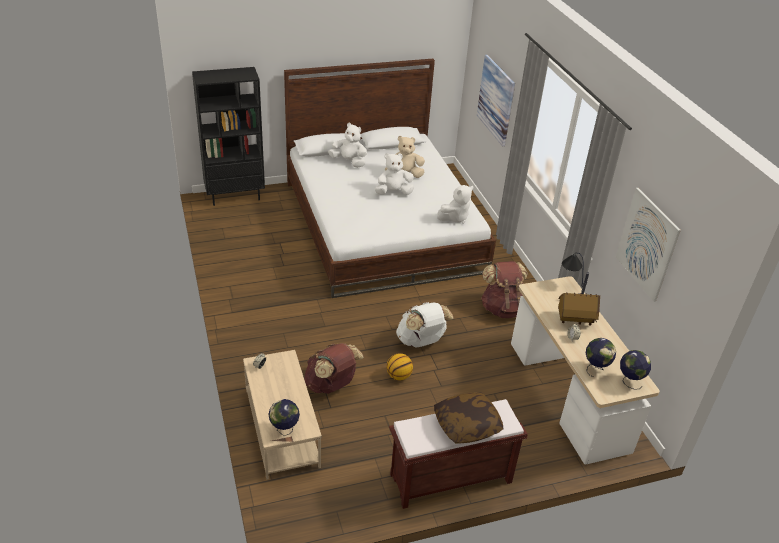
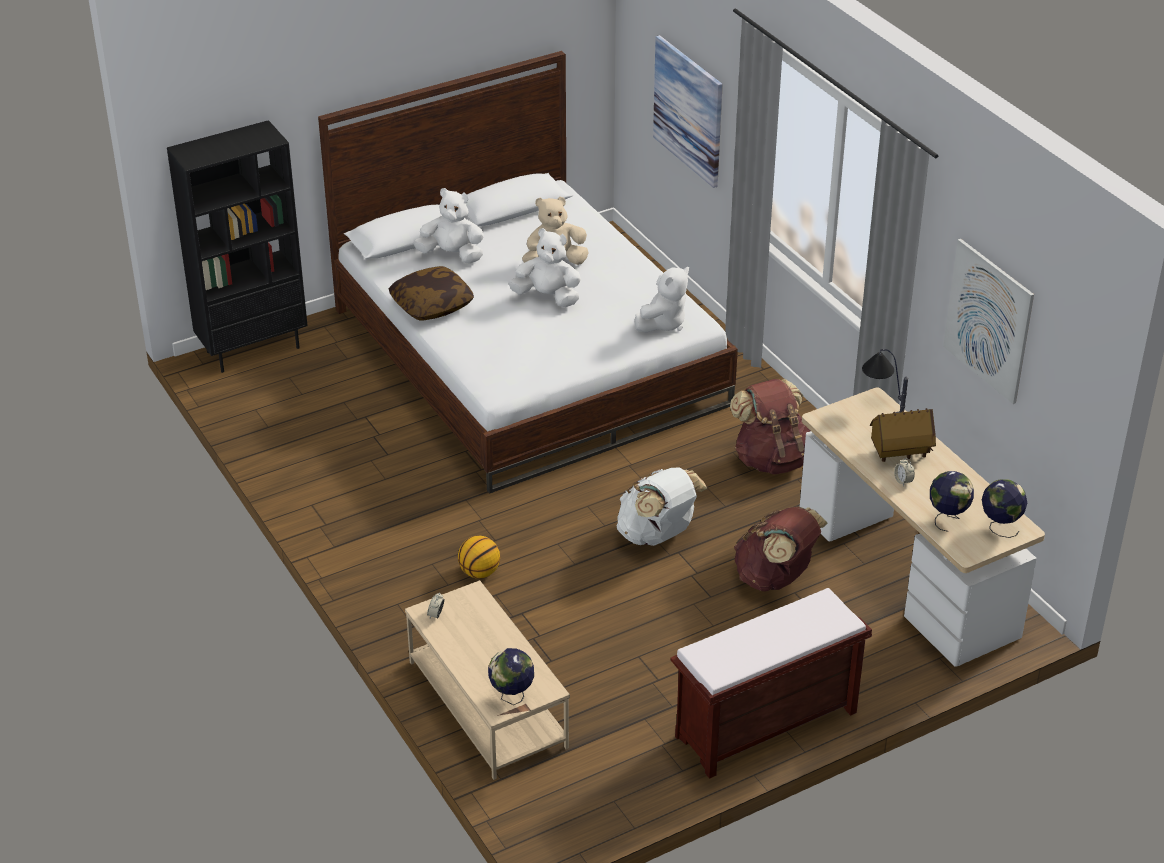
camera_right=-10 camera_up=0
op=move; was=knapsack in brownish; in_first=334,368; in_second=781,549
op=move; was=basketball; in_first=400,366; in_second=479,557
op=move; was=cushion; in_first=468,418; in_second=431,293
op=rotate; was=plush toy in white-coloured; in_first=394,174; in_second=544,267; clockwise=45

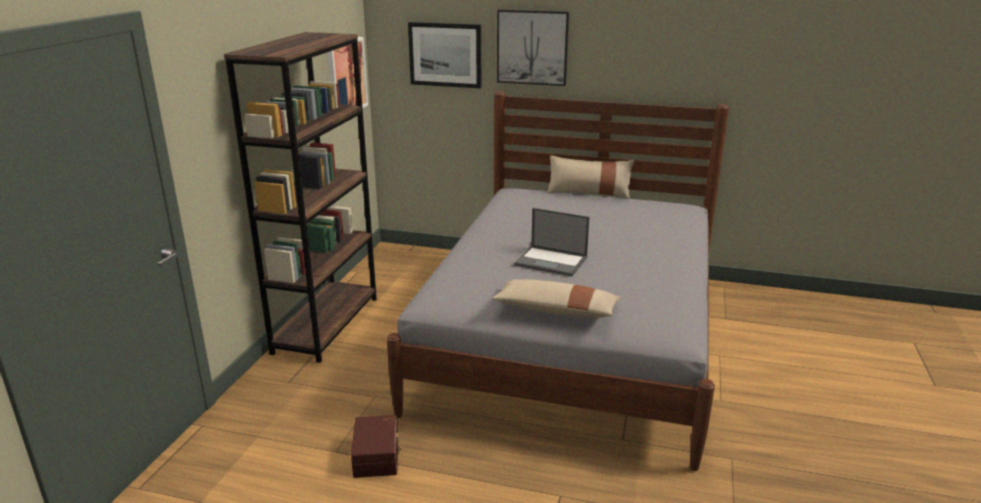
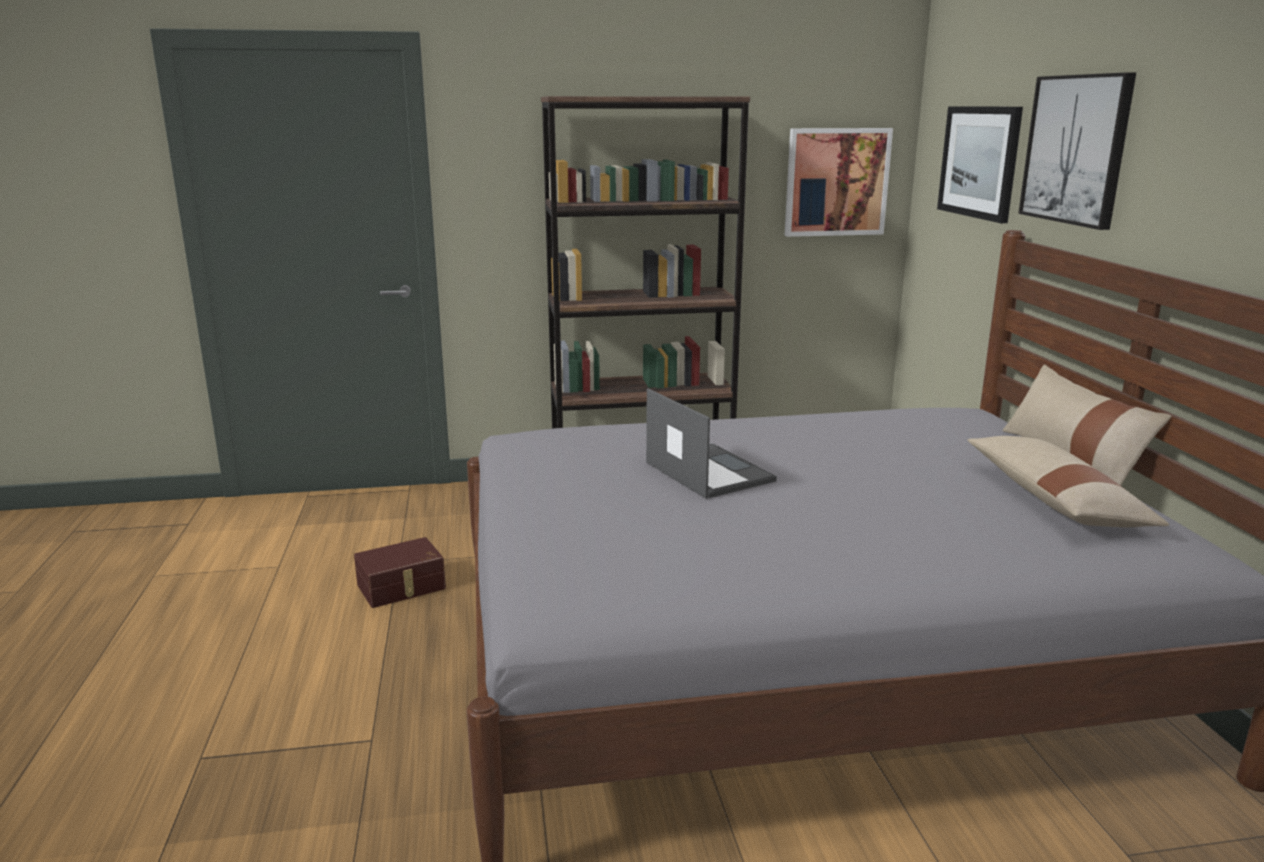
camera_right=65 camera_up=-5
op=move; was=cushion in sand-coloured; in_first=556,298; in_second=1068,481
op=rotate; was=laptop; in_first=552,242; in_second=711,443; clockwise=150

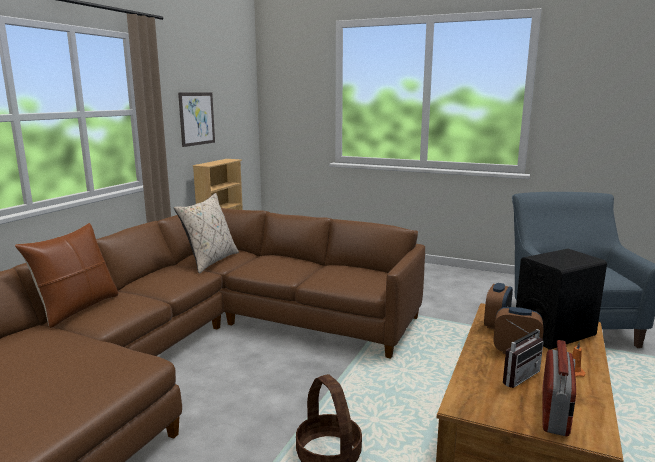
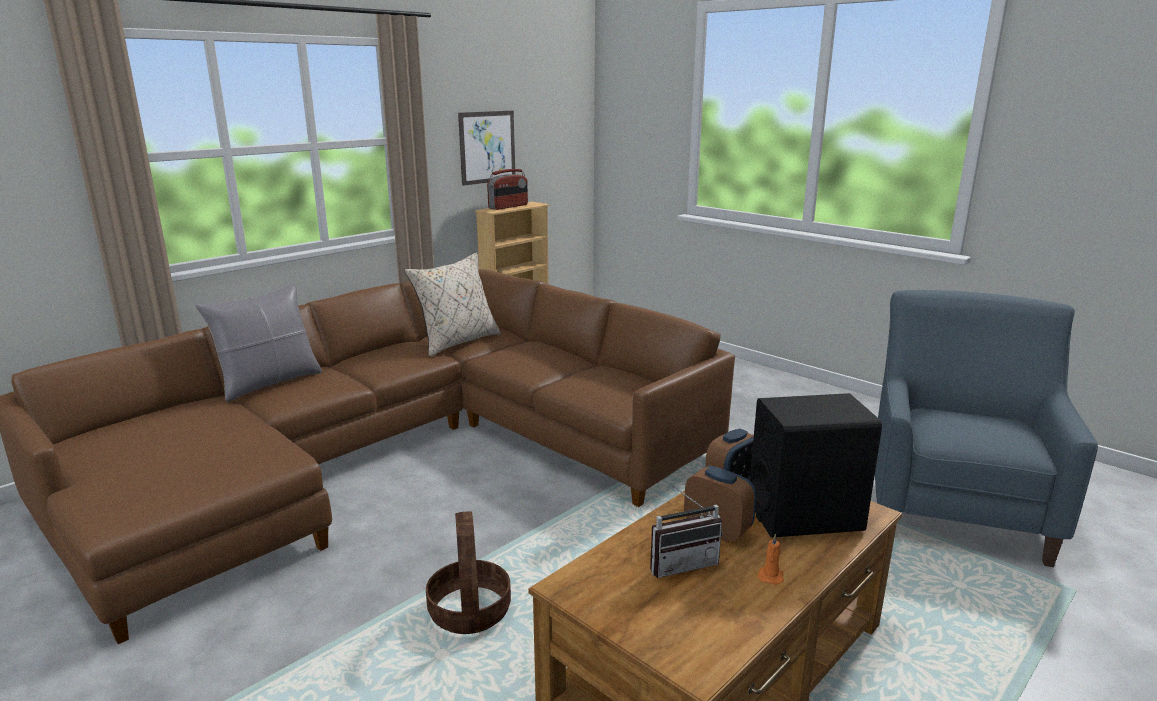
camera_right=20 camera_up=5
op=move; was=radio; in_first=559,388; in_second=507,189
op=recolor; was=cushion in brownish; now=cushion in greyish; in_first=66,275; in_second=258,342

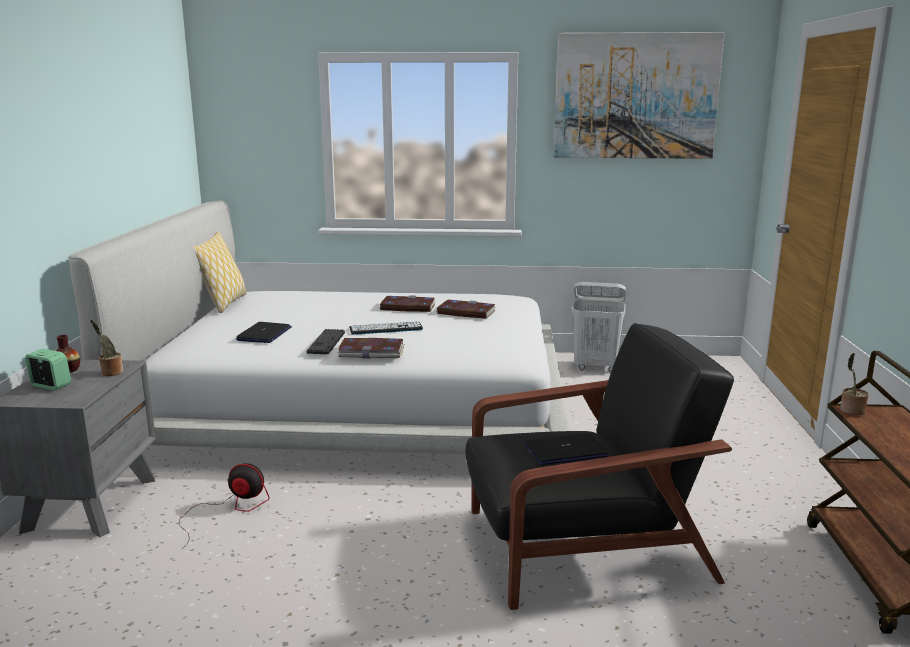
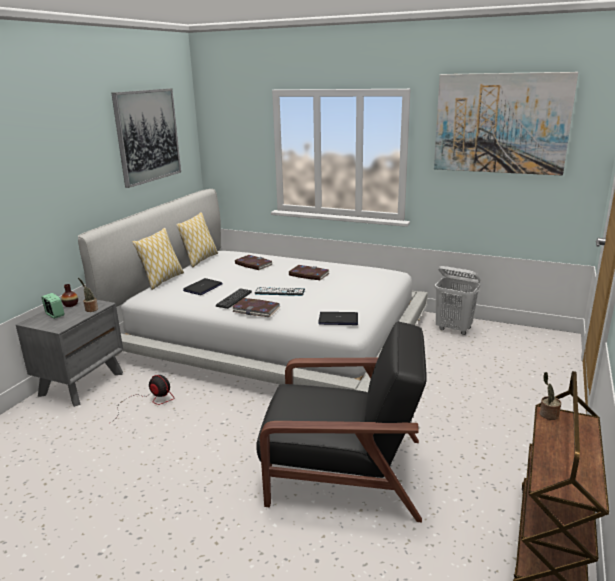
camera_right=20 camera_up=5
op=insert; now=wall art; in_second=146,138
op=insert; now=cushion; in_second=158,259
op=move; was=volume; in_first=466,309; in_second=254,262
op=move; was=laptop; in_first=566,449; in_second=338,318

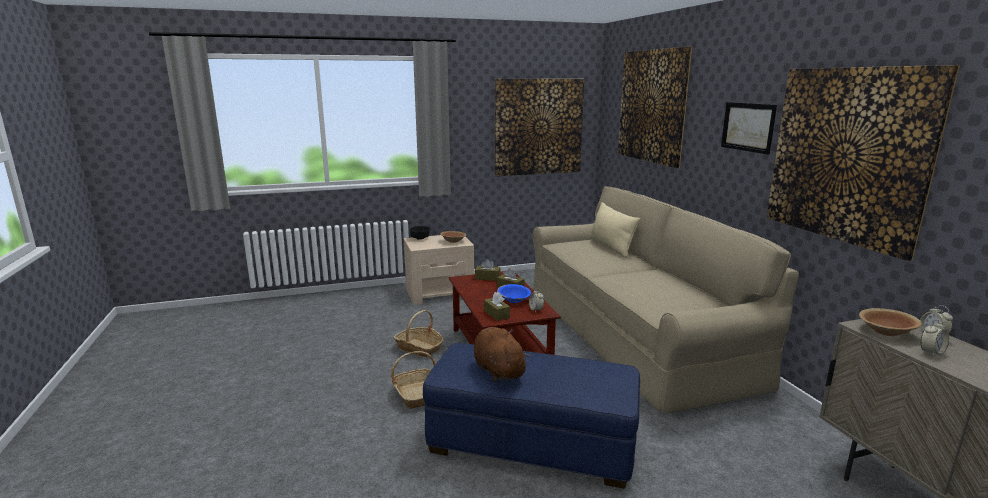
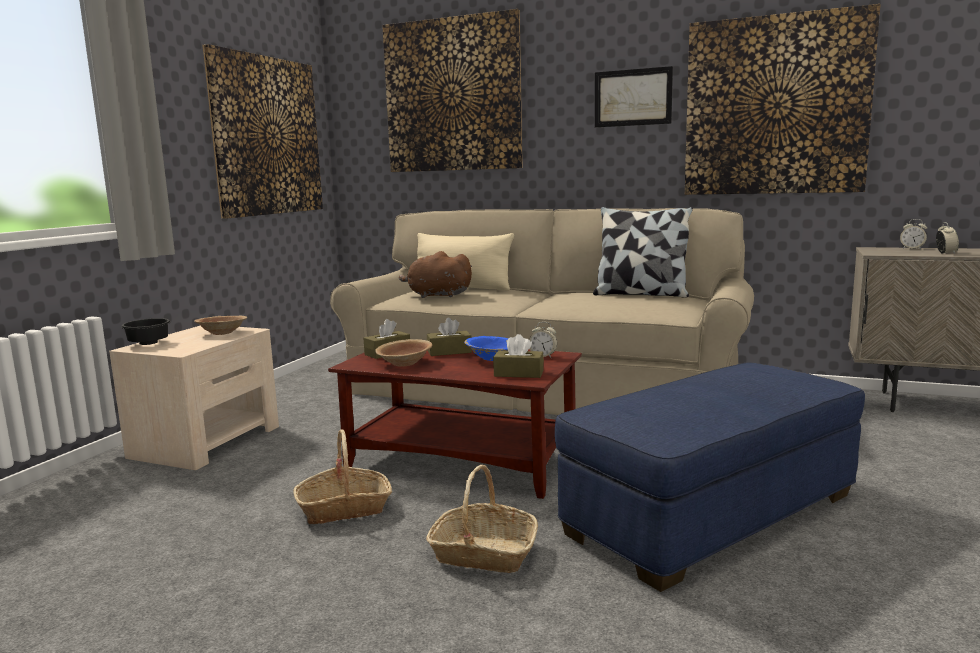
camera_right=-50 camera_up=-5
op=insert; now=cushion; in_second=643,252
op=move; was=plush toy in brownish; in_first=502,354; in_second=435,274
op=move; was=serving bowl in brownish; in_first=890,322; in_second=403,352

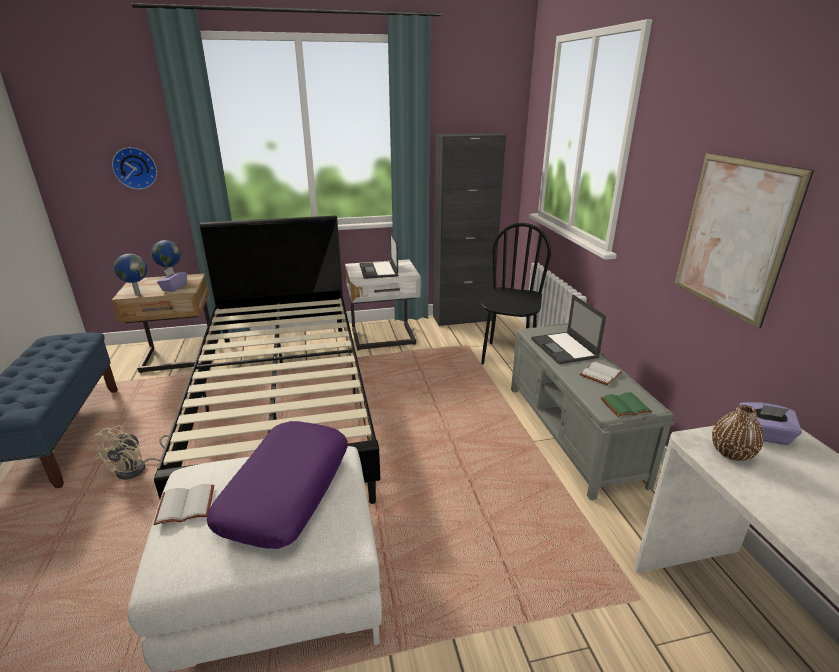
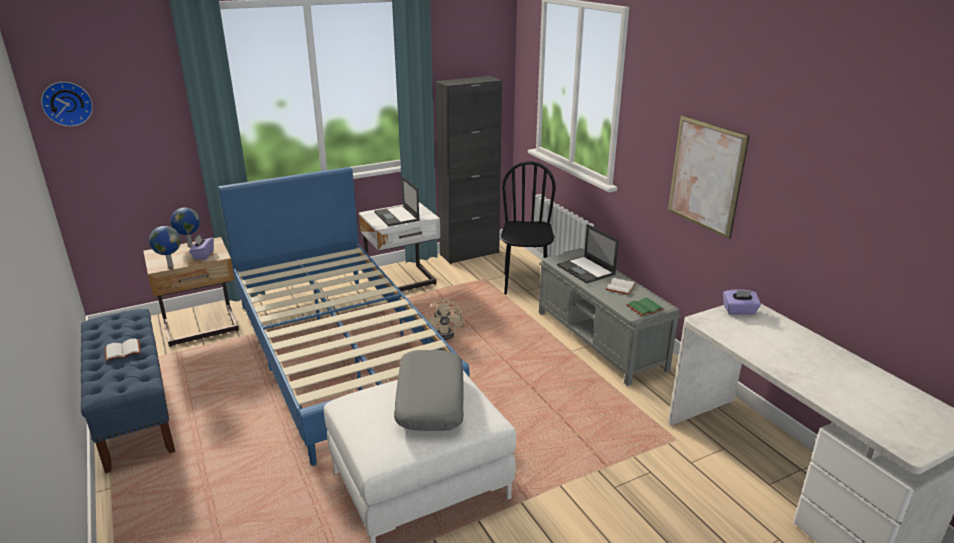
camera_right=-15 camera_up=0
op=delete; was=flower vase in brownish; in_first=738,433
op=move; was=fan in sand-coloured; in_first=132,452; in_second=444,319
op=move; was=hanging clock; in_first=134,168; in_second=67,104
op=move; was=volume in white-coloured; in_first=183,504; in_second=123,350
op=recolor; was=sleeping bed in black; now=sleeping bed in bluish; in_first=267,360; in_second=343,316
op=recolor; was=cushion in purplish; now=cushion in greyish; in_first=277,485; in_second=429,390

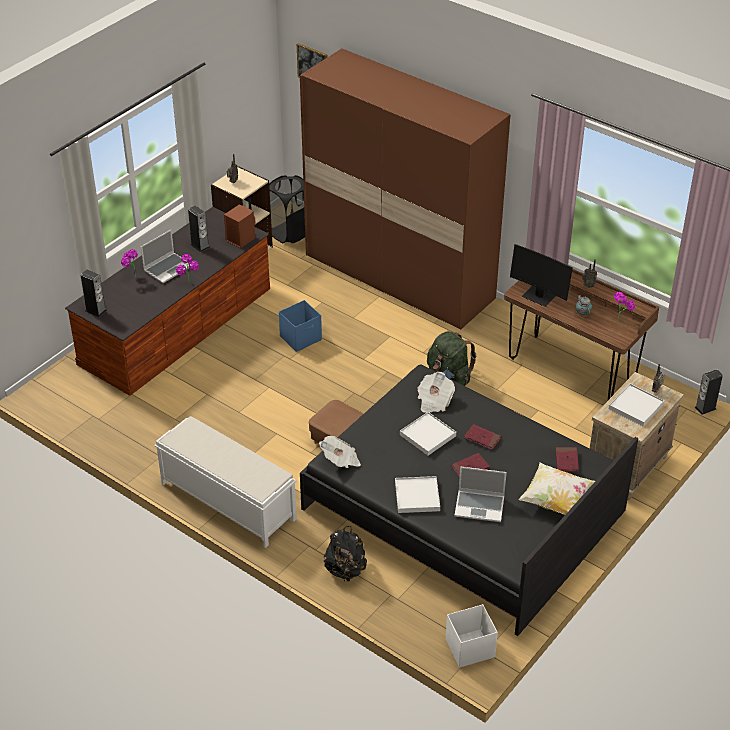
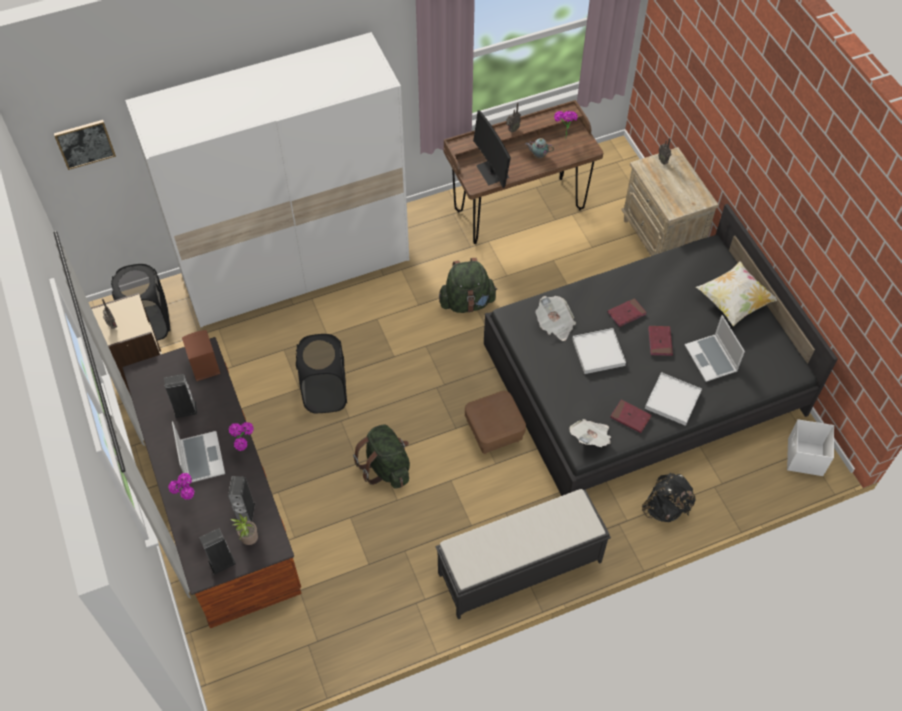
camera_right=-60 camera_up=15
op=delete; was=carrying tray in white-coloured; in_first=637,405
op=insert; now=plant in a pot; in_second=244,529
op=insert; now=knapsack in greenish; in_second=381,456
op=move; was=volume in red-coloured; in_first=567,459; in_second=630,416
op=move; was=audio speaker; in_first=709,392; in_second=241,499
op=replace; was=storage bin in bluish; now=hamper in black; in_first=300,326; in_second=321,373
op=recolor; was=bench in white-coloured; now=bench in black; in_first=226,482; in_second=523,554
op=recolor; was=wardrobe in brownish; now=wardrobe in white-coloured; in_first=405,188; in_second=267,180
op=rotate; was=laptop; in_first=481,494; in_second=715,348; clockwise=120
op=rotate; was=computer display; in_first=541,275; in_second=492,149; clockwise=90

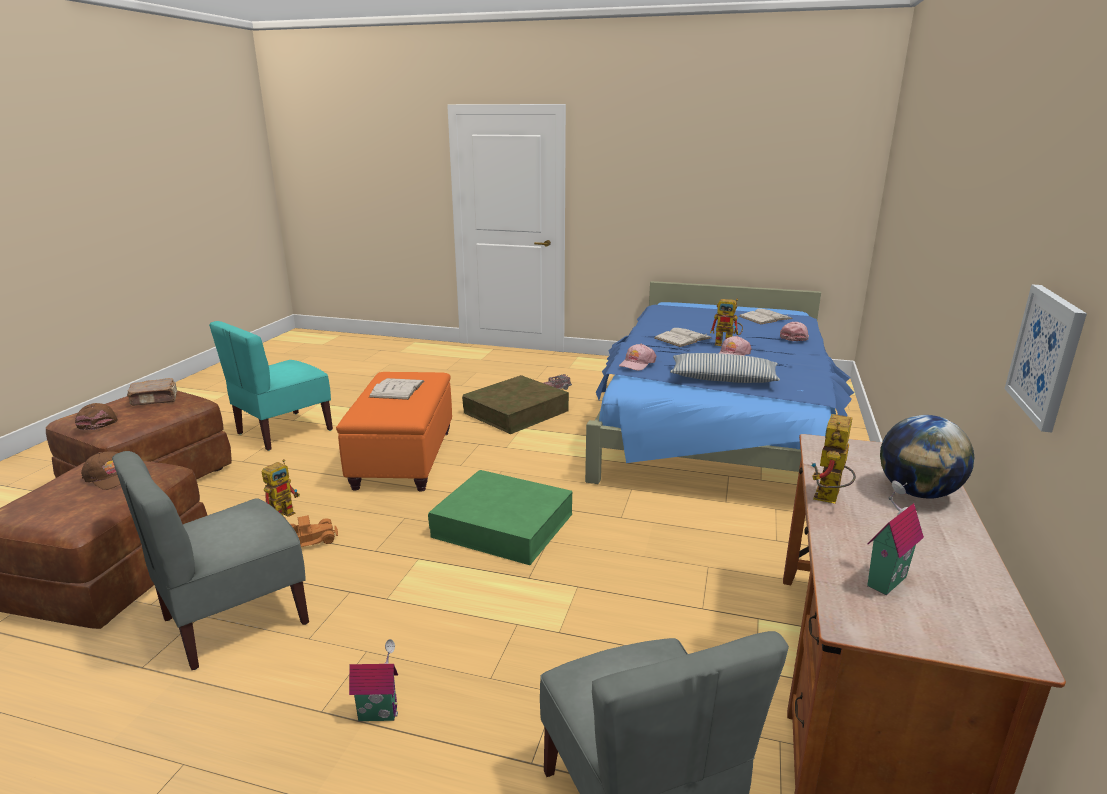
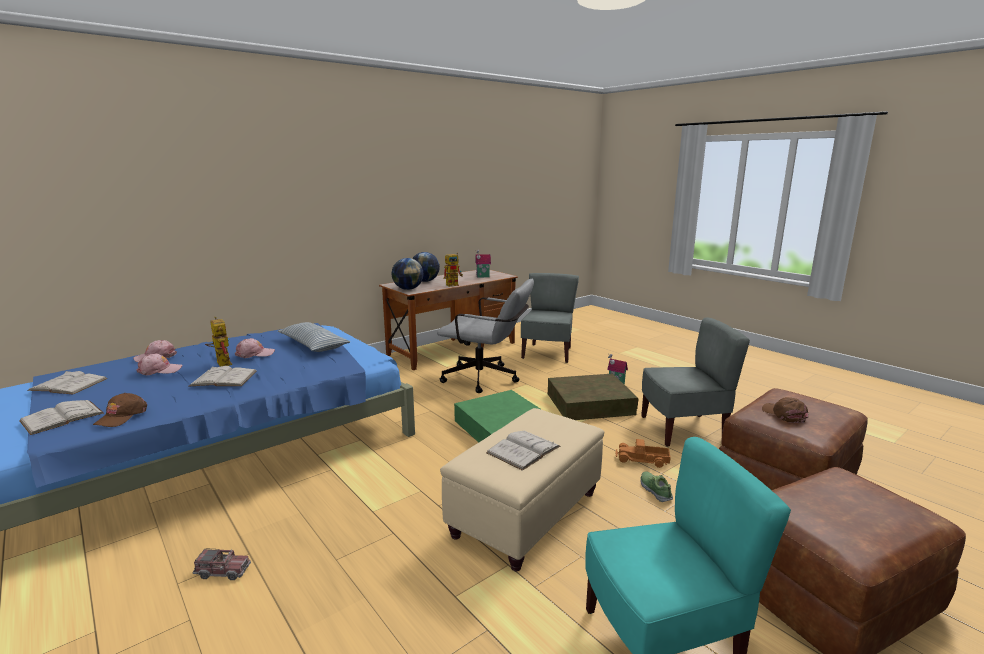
camera_right=-145 camera_up=-5
op=delete; was=volume in brownish; in_first=152,392
op=delete; was=wall art; in_first=1046,358
op=insert; now=volume in white-coloured; in_second=61,417
op=insert; now=world globe; in_second=408,274
op=insert; now=computer chair in greyish; in_second=485,336
op=move; was=baseball cap in brownish; in_first=96,416; in_second=120,410
op=move; was=storage bin in brownish; in_first=515,404; in_second=593,397
op=move; was=baseball cap in pinkish; in_first=637,357; in_second=159,364
op=replace; was=robot figure; now=low shoe; in_first=281,489; in_second=656,486
op=recolor; was=pouffe in orange-coloured; now=pouffe in sand-coloured; in_first=394,432; in_second=522,489

